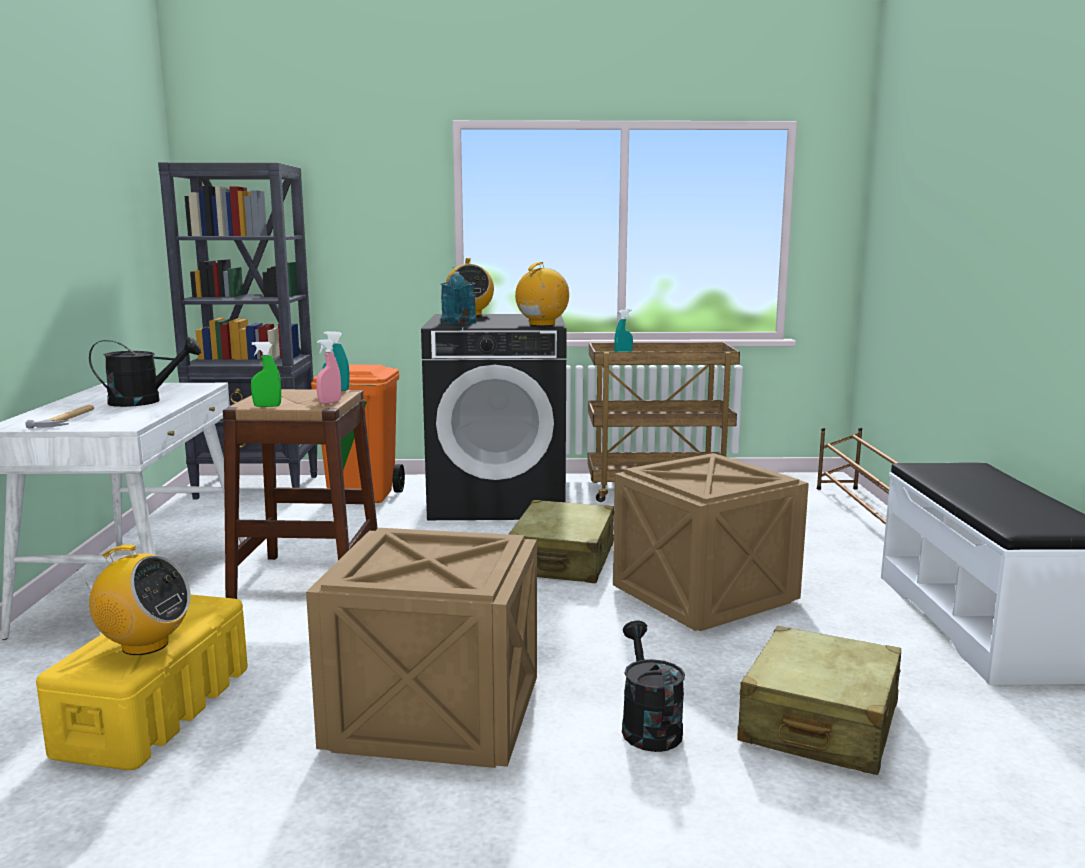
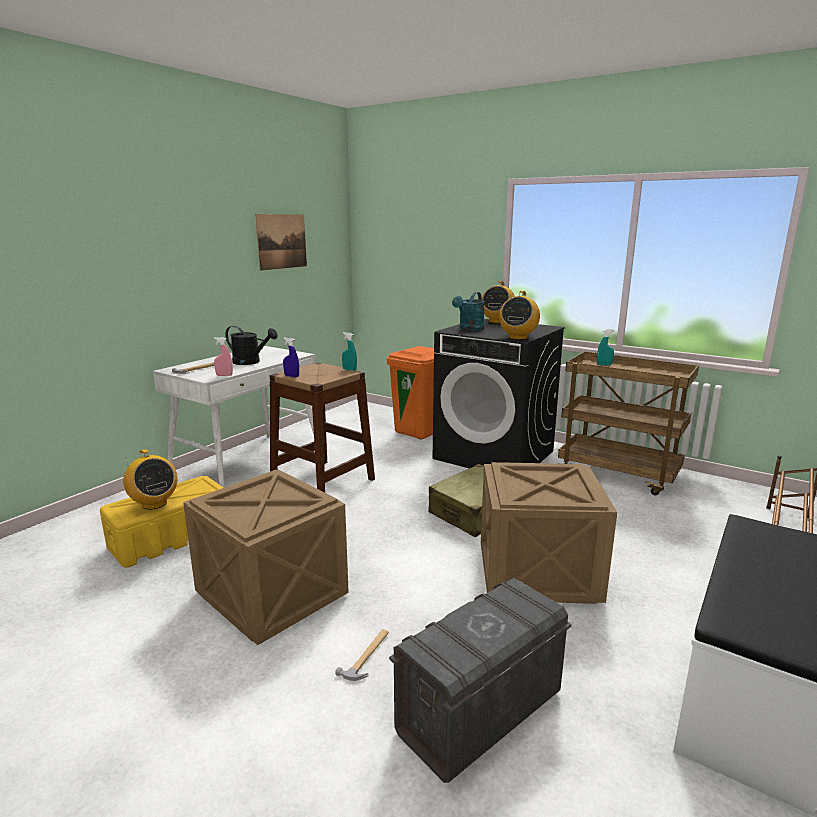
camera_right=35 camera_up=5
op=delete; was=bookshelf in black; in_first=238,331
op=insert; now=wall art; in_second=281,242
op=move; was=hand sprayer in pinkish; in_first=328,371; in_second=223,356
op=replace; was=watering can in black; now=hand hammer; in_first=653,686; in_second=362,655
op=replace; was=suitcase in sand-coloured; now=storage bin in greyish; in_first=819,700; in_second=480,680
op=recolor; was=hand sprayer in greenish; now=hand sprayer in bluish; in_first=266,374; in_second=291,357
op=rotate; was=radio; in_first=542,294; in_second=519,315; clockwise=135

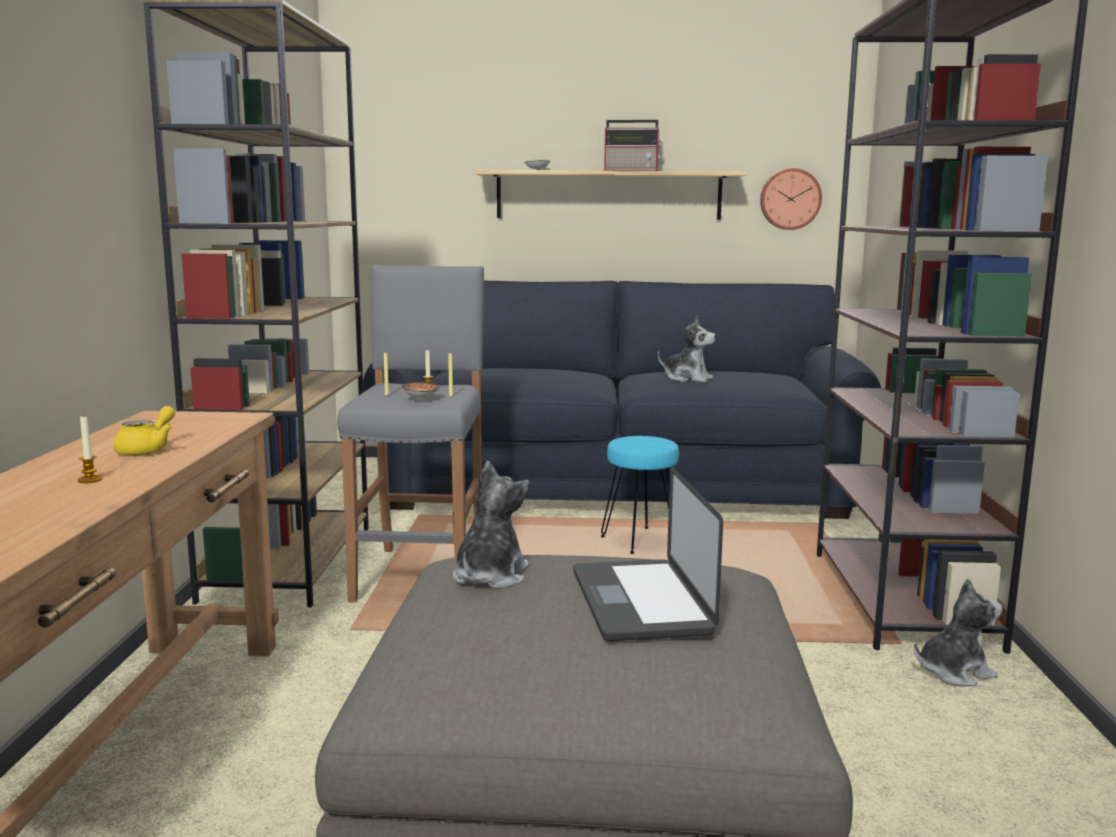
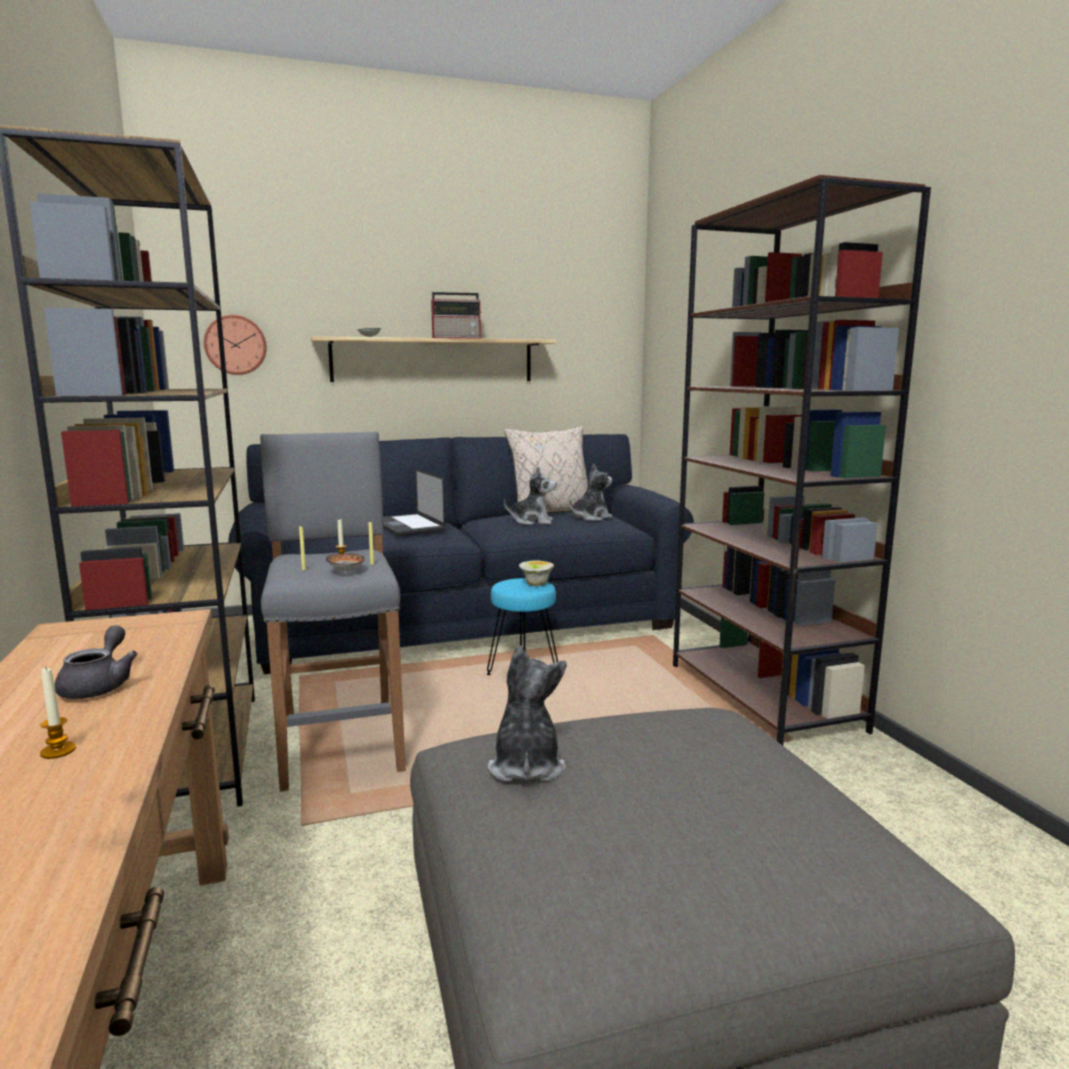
camera_right=-20 camera_up=0
op=insert; now=cushion in sand-coloured; in_second=546,469
op=insert; now=serving bowl; in_second=536,573
op=move; was=laptop; in_first=648,554; in_second=414,502
op=move; was=hanging clock; in_first=791,199; in_second=235,345
op=move; was=plush toy; in_first=958,632; in_second=591,492
op=recolor; was=tea pot in yellowish; now=tea pot in greyish; in_first=144,430; in_second=96,662

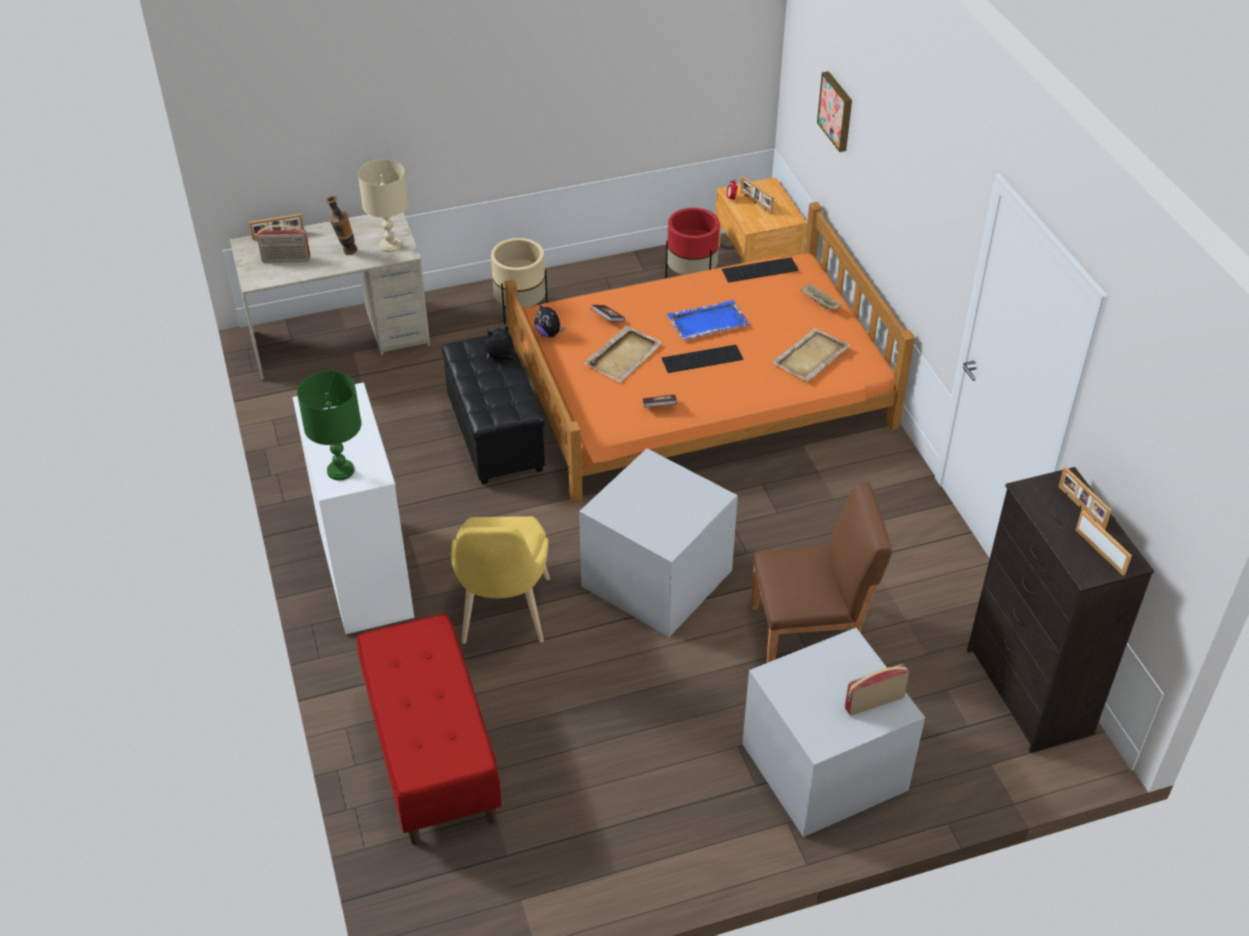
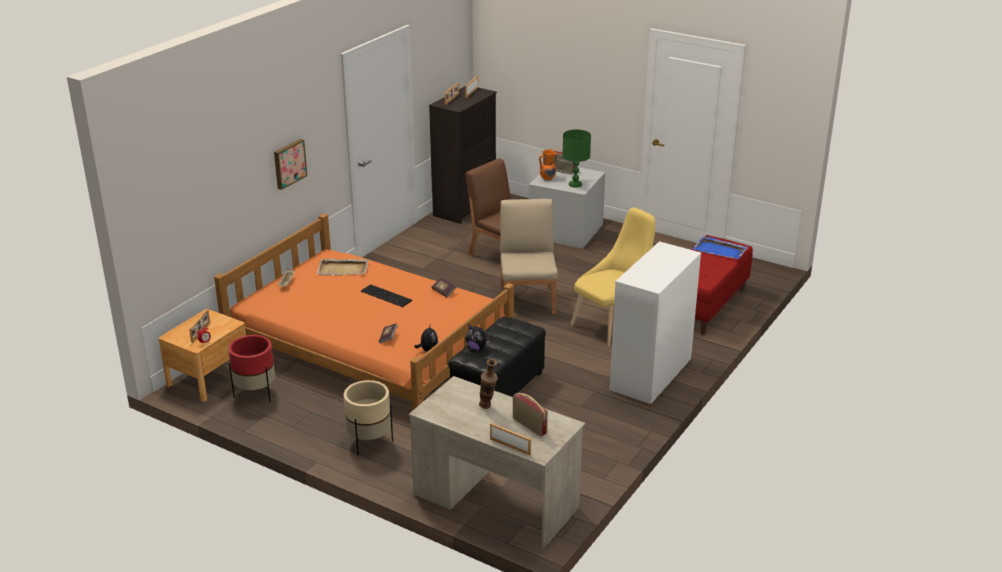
camera_right=-130 camera_up=-15
op=delete; was=table lamp in sand-coloured; in_first=383,205
op=delete; was=carrying tray in sand-coloured; in_first=623,354
op=delete; was=keyboard; in_first=760,269
op=insert; now=flower vase in orange-coloured; in_second=548,165
op=move; was=table lamp in greenish; in_first=329,425; in_second=576,158
op=move; was=carrying tray in bluish; in_first=708,320; in_second=720,247
op=move; was=wall art; in_first=834,111; in_second=290,164
op=replace; was=storage bin in greyish; now=upright chair in sand-coloured; in_first=658,543; in_second=529,256

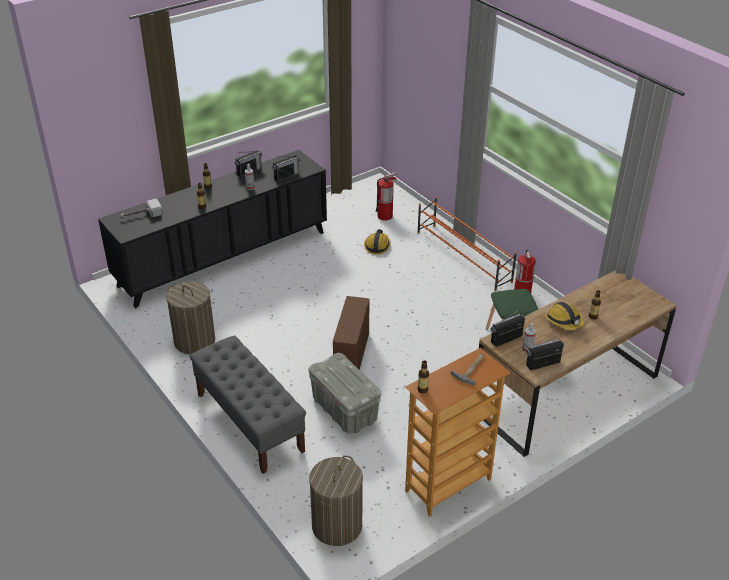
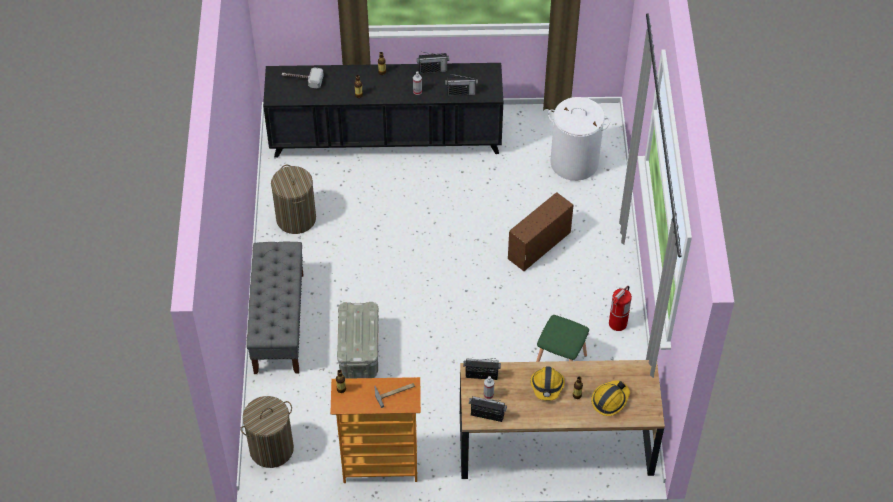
camera_right=35 camera_up=15
op=delete; was=shoe rack in orange-coloured; in_first=467,244
op=move; was=storage bin in brownish; in_first=351,333; in_second=541,231
op=move; was=hard hat; in_first=377,242; in_second=610,398
op=replace; was=fire-fighting cylinder; now=hamper in white-coloured; in_first=386,196; in_second=579,139

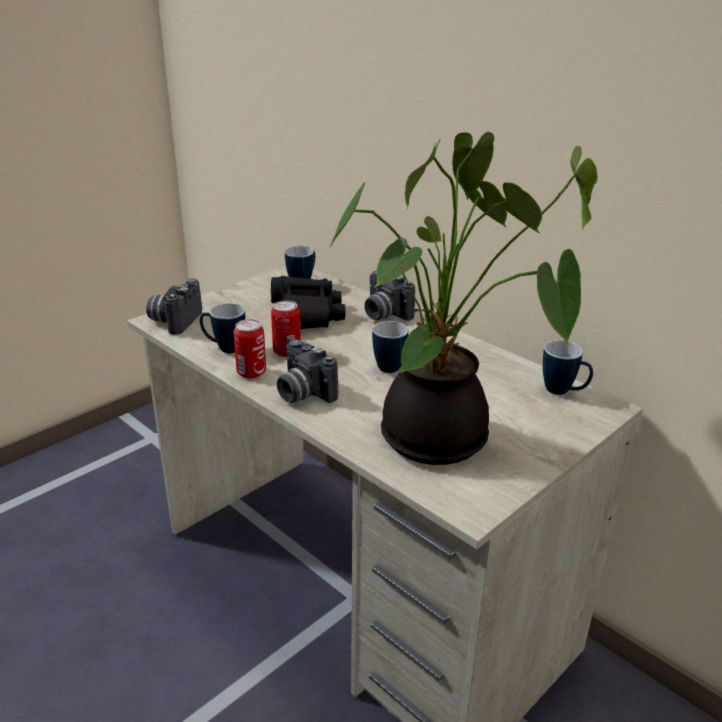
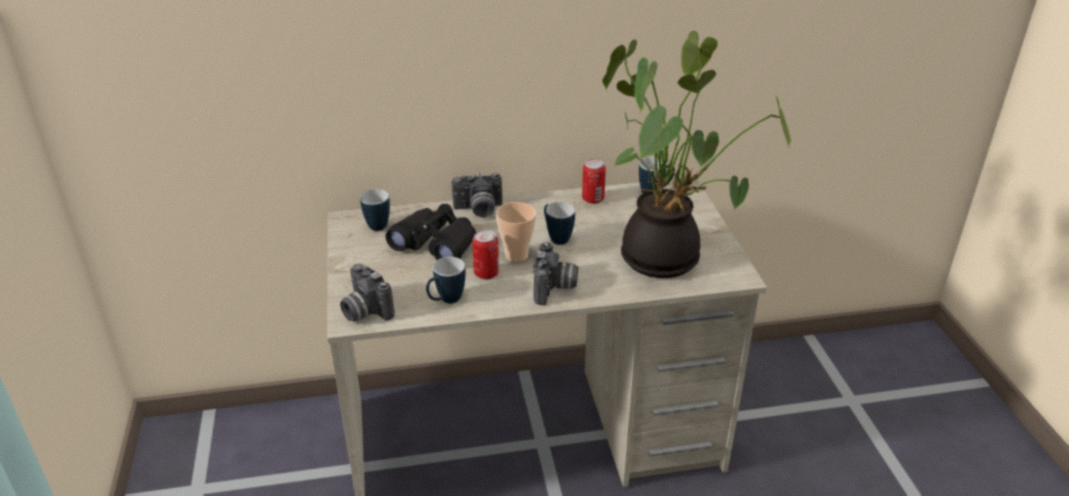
camera_right=-55 camera_up=5
op=insert; now=cup; in_second=516,232
op=move; was=can; in_first=249,349; in_second=594,181
op=rotate; was=still camera; in_first=307,371; in_second=555,273; clockwise=-75

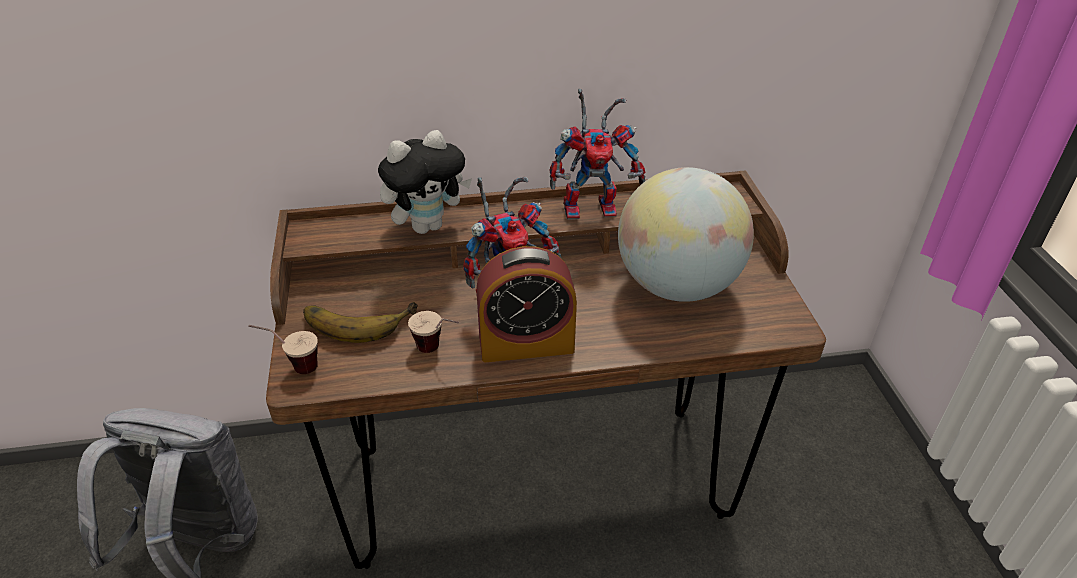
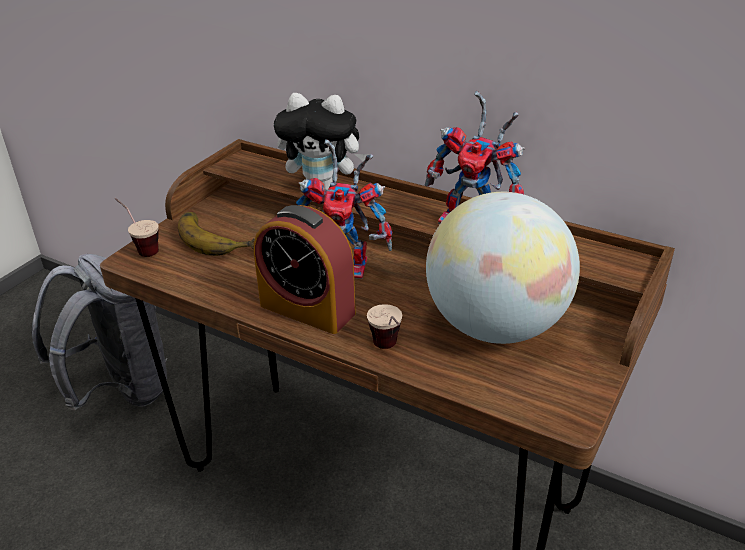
camera_right=40 camera_up=-5
op=move; was=cup; in_first=433,332; in_second=384,326

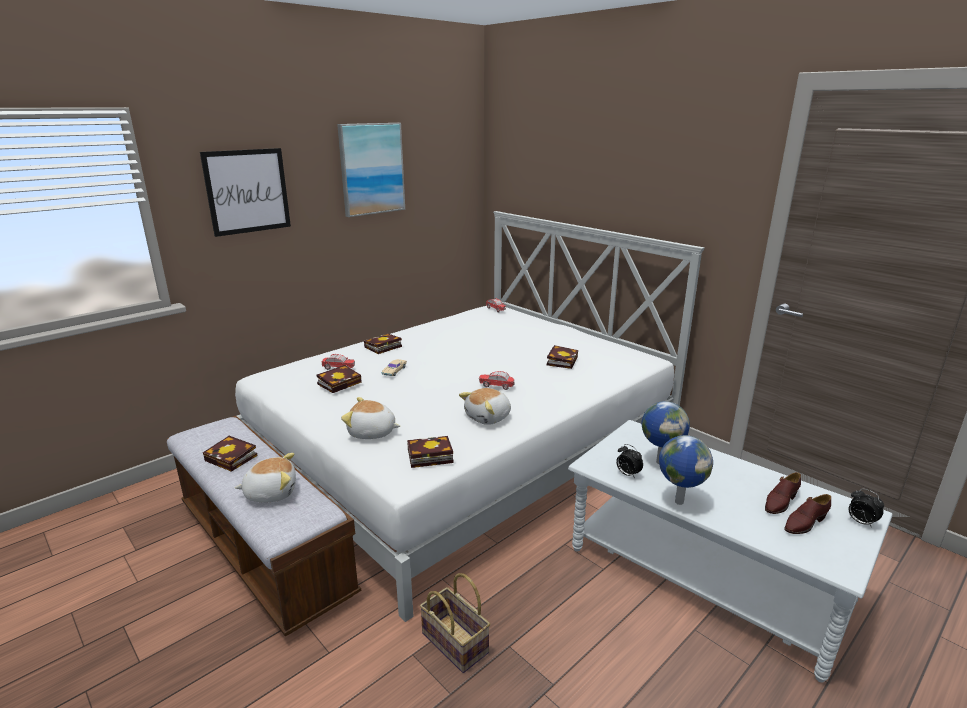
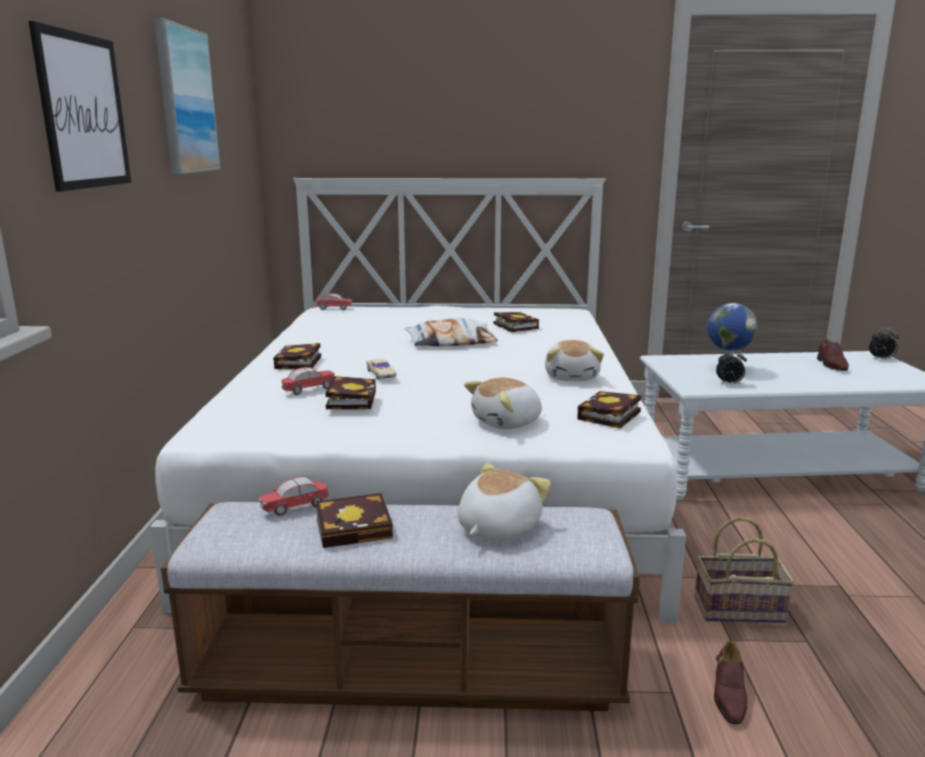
camera_right=-45 camera_up=-5
op=delete; was=world globe; in_first=686,470
op=insert; now=cushion; in_second=451,332
op=move; was=model car; in_first=497,380; in_second=294,496
op=move; was=low shoe in brownish; in_first=807,514; in_second=730,683

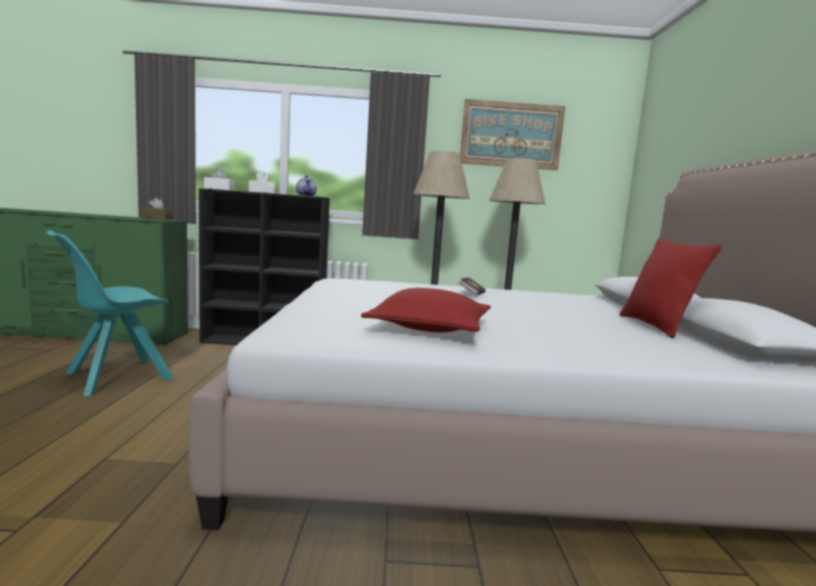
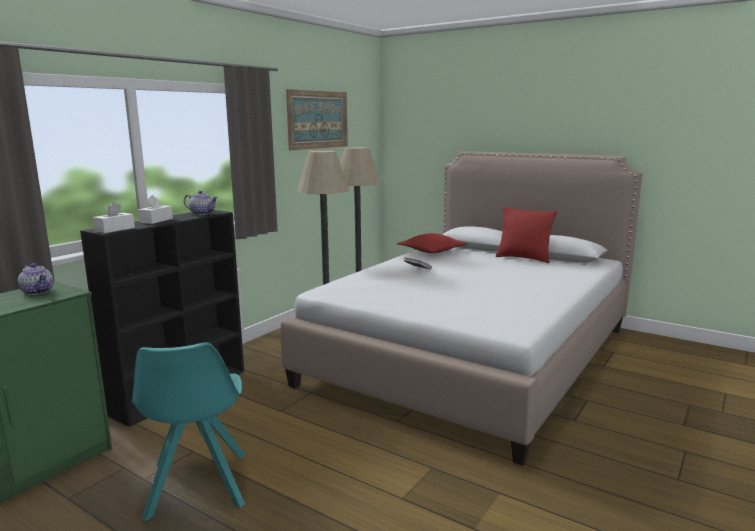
camera_right=-55 camera_up=5
op=move; was=cushion in red-coloured; in_first=426,310; in_second=432,243
op=replace; was=tissue box in brownish; now=tea pot; in_first=157,208; in_second=35,279

